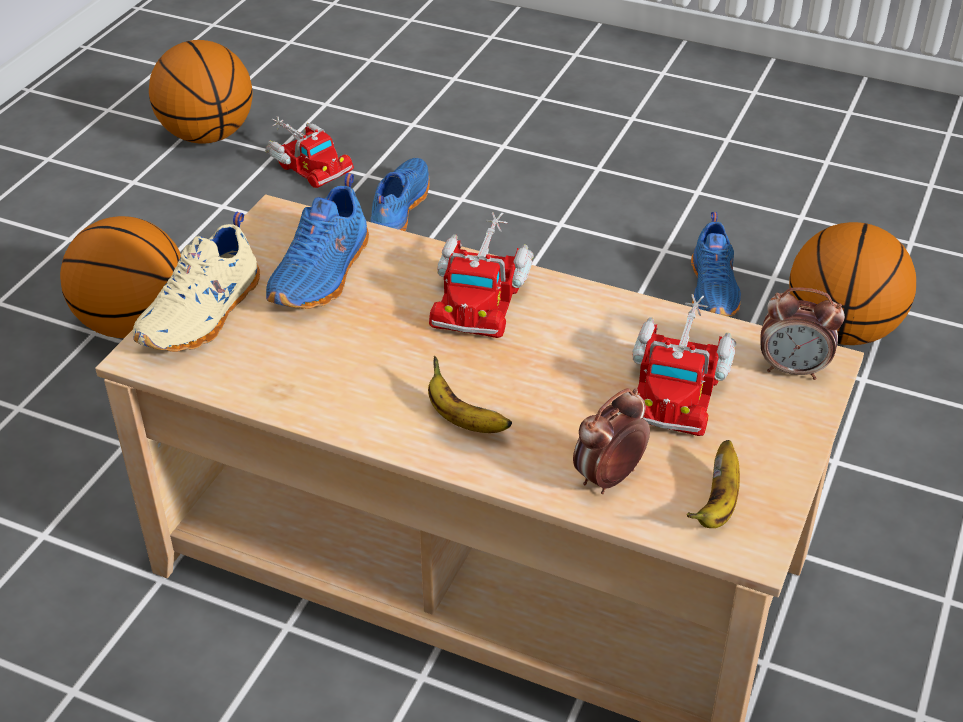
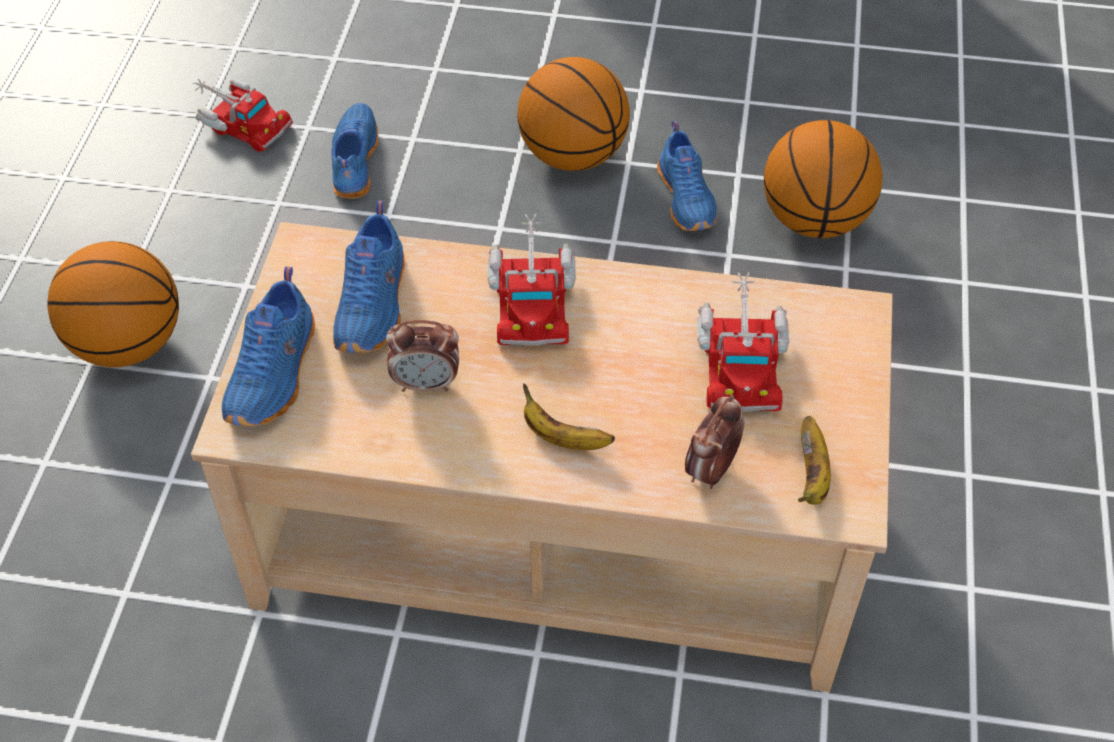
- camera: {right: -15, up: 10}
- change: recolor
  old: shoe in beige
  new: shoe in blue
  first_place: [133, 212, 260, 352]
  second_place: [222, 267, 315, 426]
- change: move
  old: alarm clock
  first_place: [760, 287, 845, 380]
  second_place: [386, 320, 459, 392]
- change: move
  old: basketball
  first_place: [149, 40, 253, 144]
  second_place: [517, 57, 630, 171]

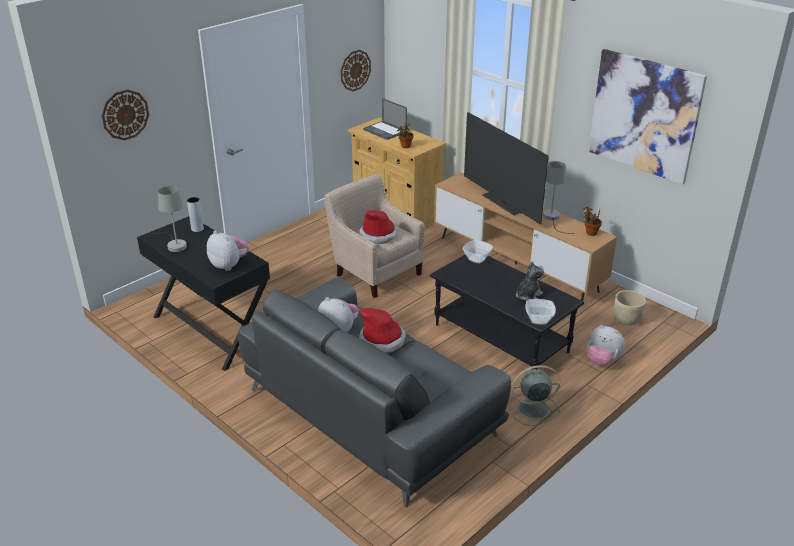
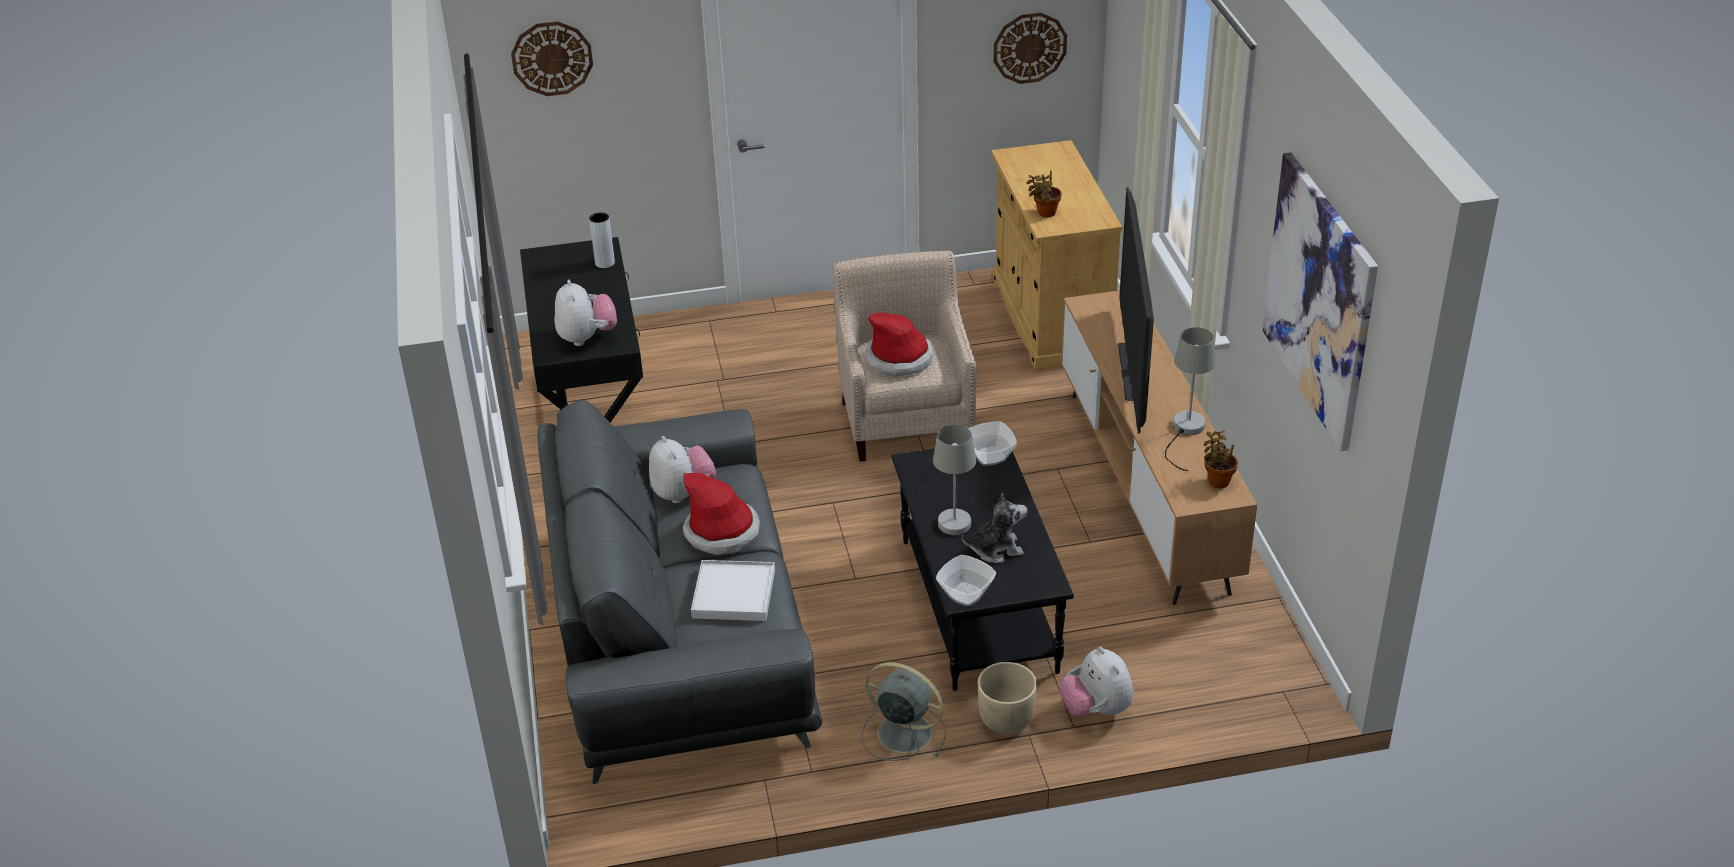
- camera: {right: 35, up: 5}
- change: insert
  new: tray in white
  second_place: [691, 560, 775, 621]
- change: move
  old: table lamp in grey
  first_place: [147, 186, 187, 252]
  second_place: [923, 425, 976, 535]
- change: move
  old: planter in beige
  first_place: [614, 290, 646, 326]
  second_place: [978, 662, 1037, 734]
- change: delete
  old: laptop
  first_place: [363, 98, 407, 140]

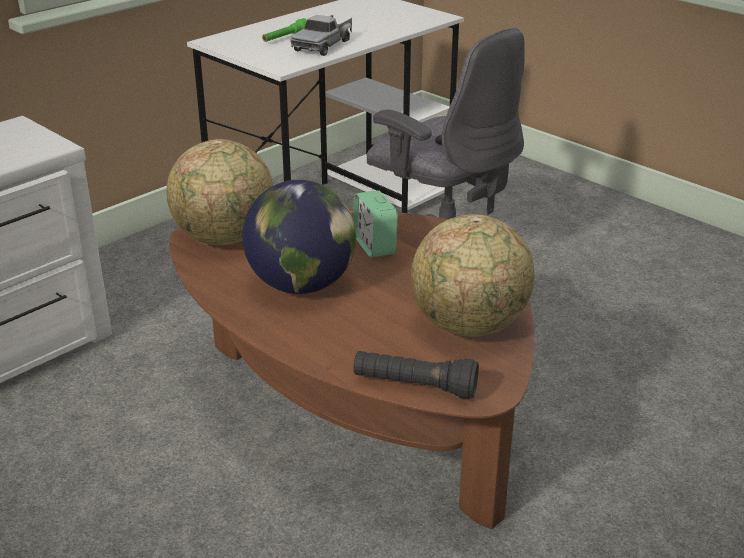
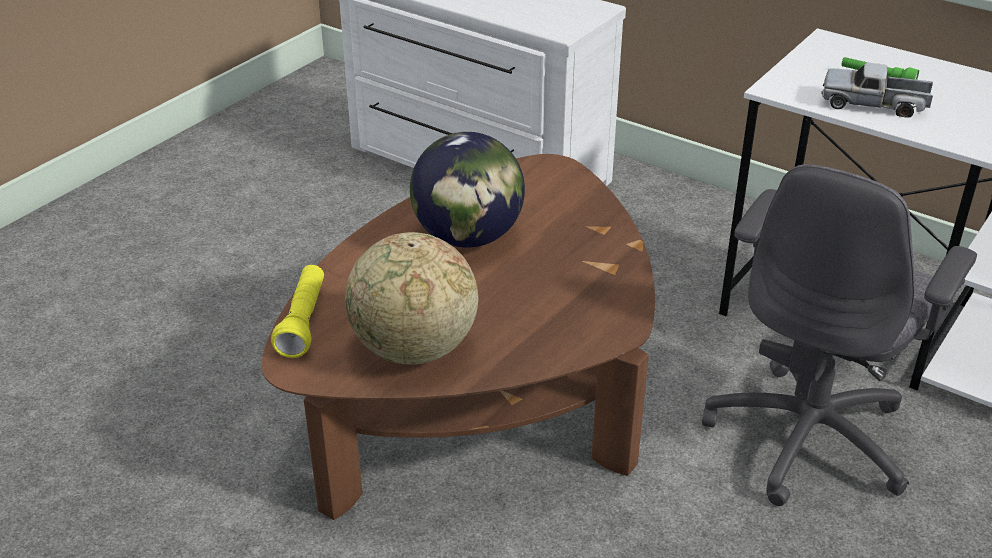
- camera: {right: 80, up: 5}
- change: recolor
  old: flashlight in black
  new: flashlight in yellow
  first_place: [353, 351, 479, 399]
  second_place: [271, 265, 324, 358]
- change: delete
  old: globe
  first_place: [167, 139, 273, 245]
- change: delete
  old: alarm clock
  first_place: [353, 191, 398, 257]

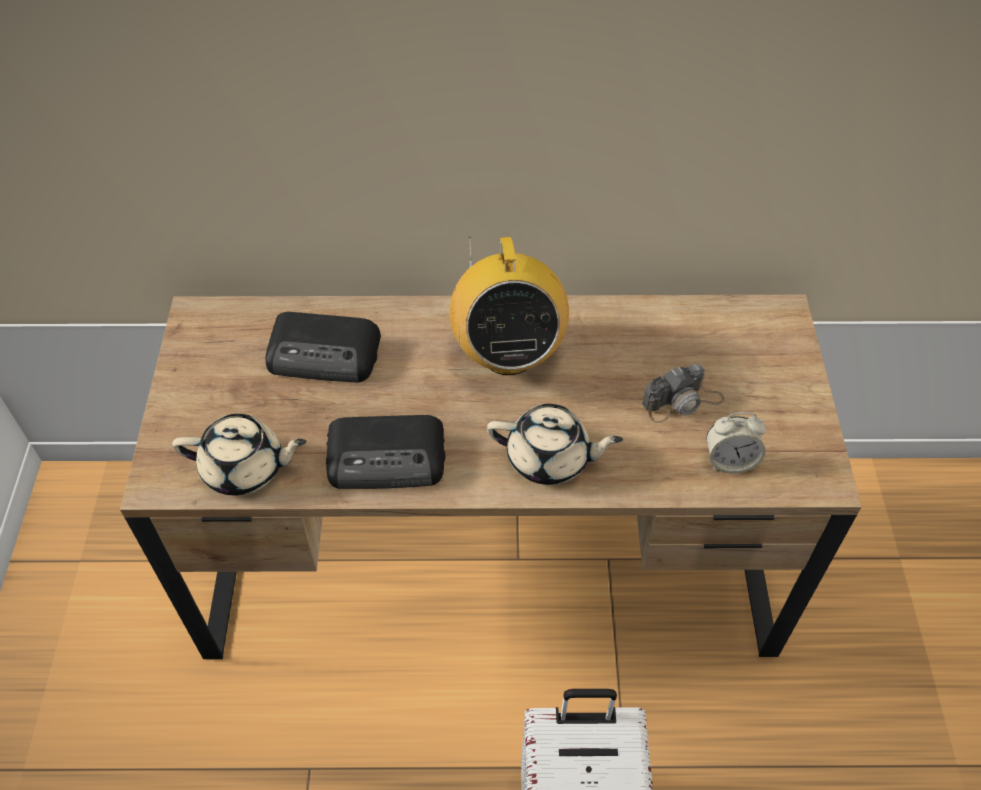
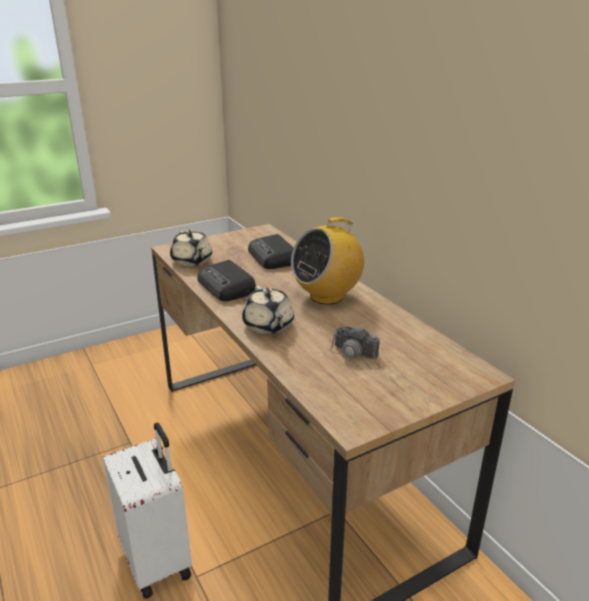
- camera: {right: 60, up: -25}
- change: delete
  old: alarm clock
  first_place: [706, 412, 766, 474]

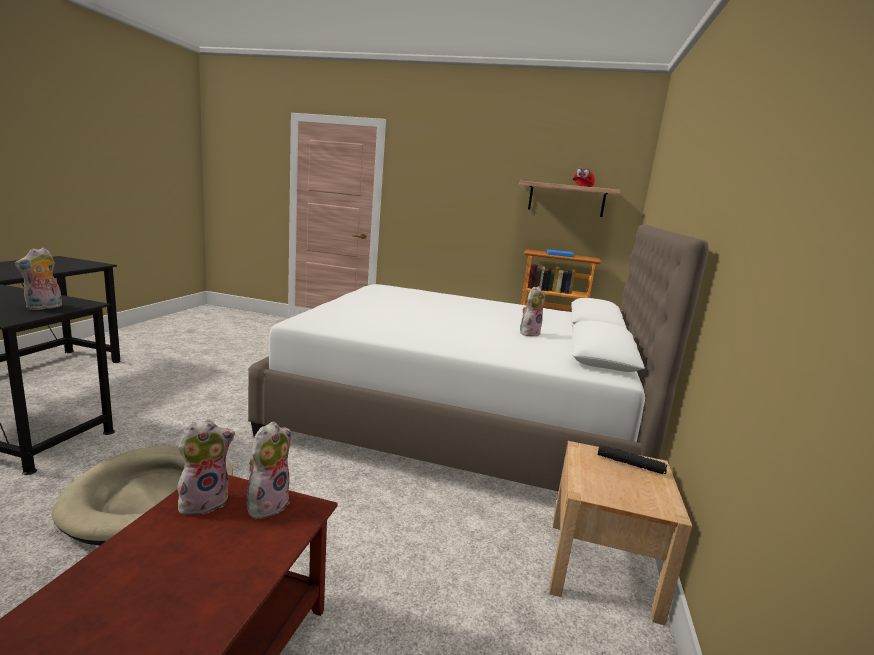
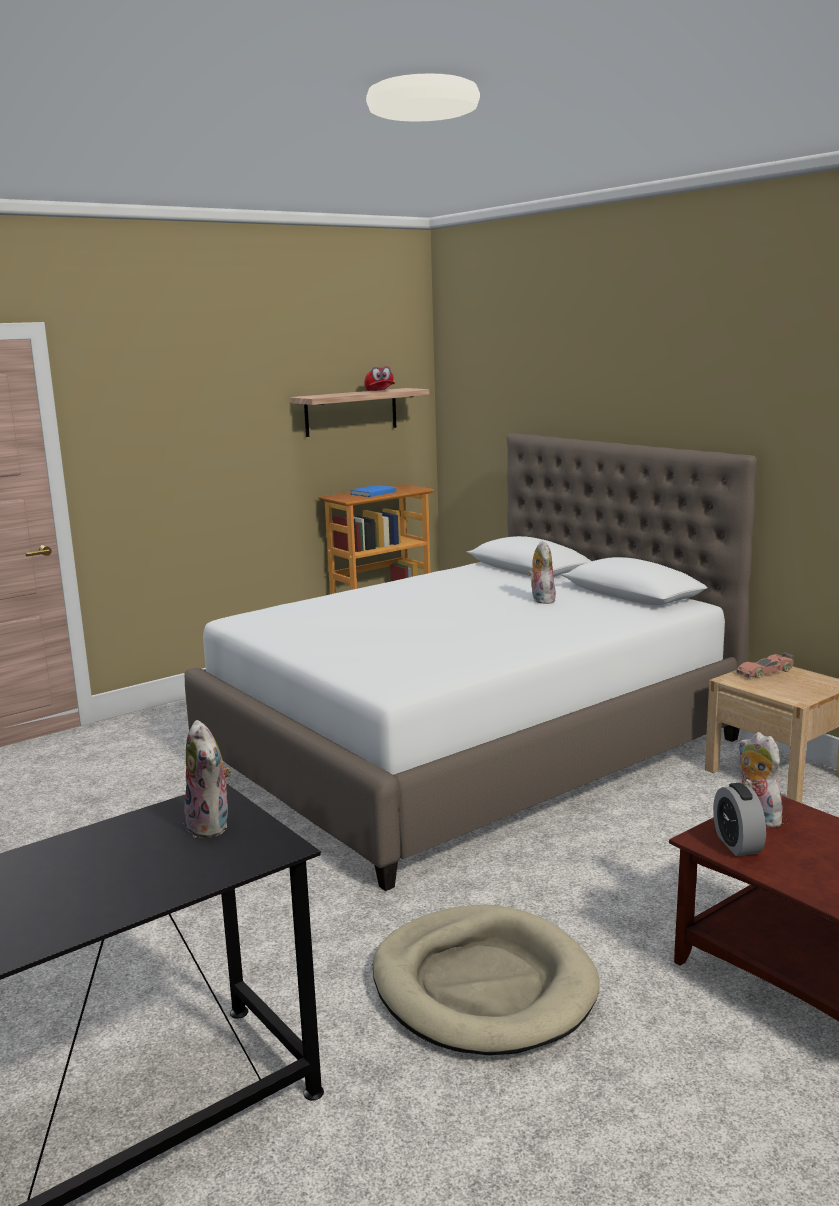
- camera: {right: -50, up: 0}
- change: replace
  old: plush toy
  new: alarm clock
  first_place: [177, 419, 235, 515]
  second_place: [713, 783, 766, 856]
- change: replace
  old: flashlight in black
  new: toy car
  first_place: [598, 444, 667, 475]
  second_place: [737, 652, 794, 678]

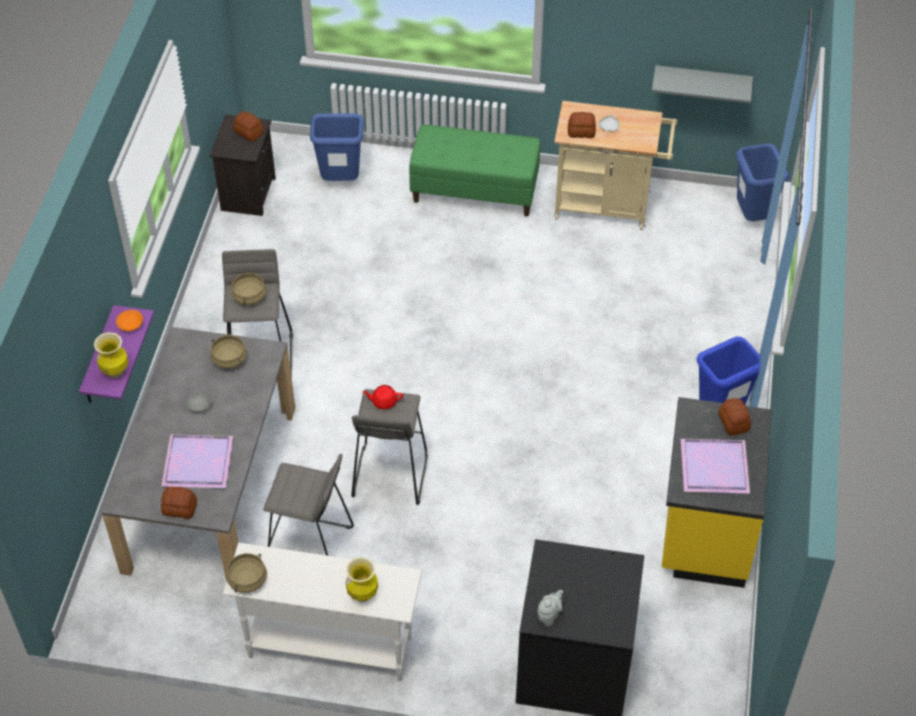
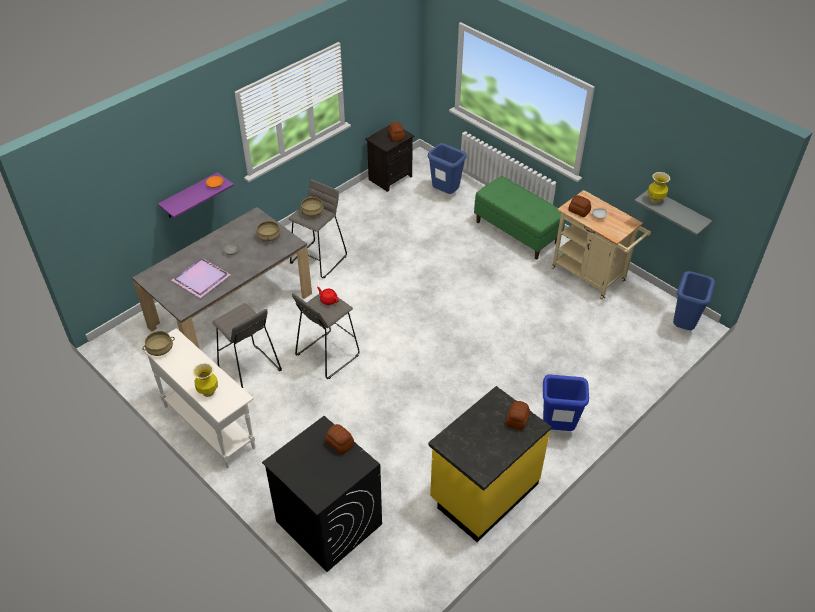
- camera: {right: 35, up: -5}
- change: move
  old: bread
  first_place: [161, 487, 197, 519]
  second_place: [325, 424, 354, 454]
- change: move
  old: vase
  first_place: [94, 332, 128, 378]
  second_place: [648, 172, 670, 204]
- change: delete
  old: teapot in grey
  first_place: [538, 590, 563, 626]
- change: delete
  old: tray in purple
  first_place: [681, 439, 750, 494]

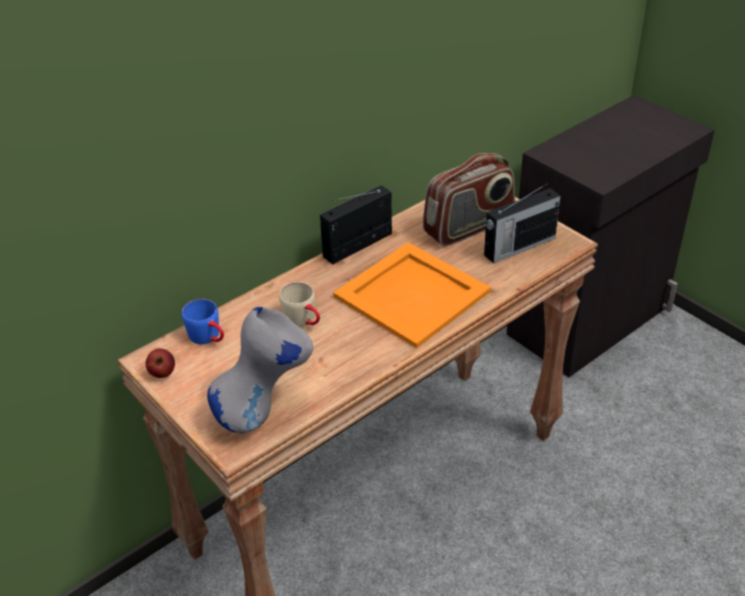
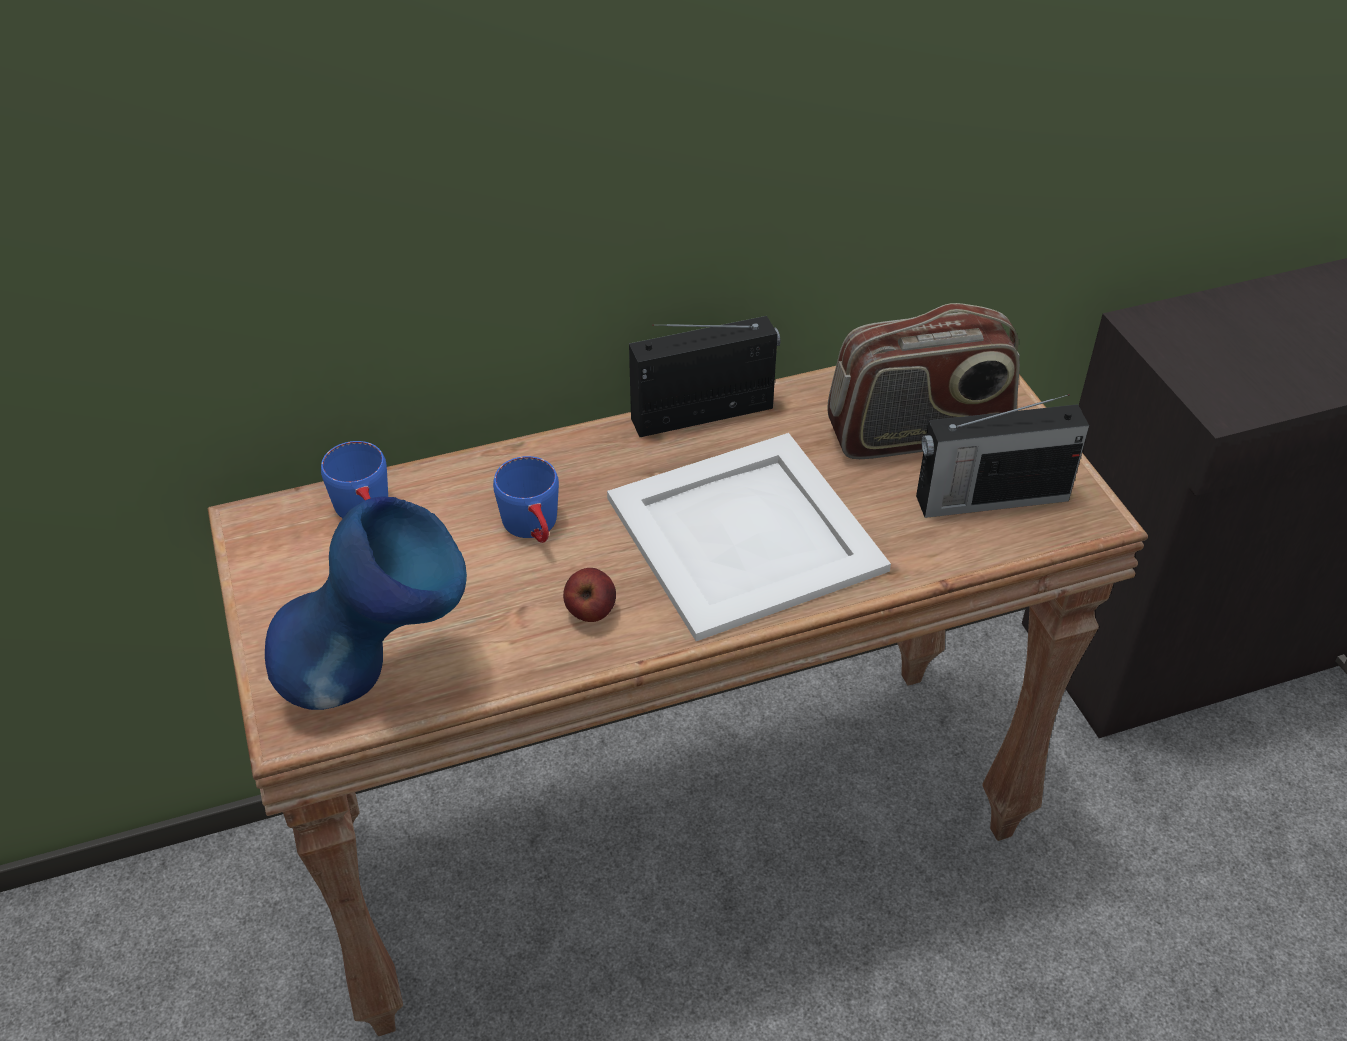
- camera: {right: 20, up: 5}
- change: recolor
  old: vase in grey
  new: vase in blue
  first_place: [207, 307, 313, 434]
  second_place: [265, 497, 467, 710]
- change: recolor
  old: mug in beige
  new: mug in blue
  first_place: [279, 282, 320, 327]
  second_place: [493, 456, 559, 543]
- change: move
  old: apple
  first_place: [146, 348, 175, 378]
  second_place: [563, 568, 616, 622]
- change: recolor
  old: tray in orange
  new: tray in white
  first_place: [333, 242, 491, 348]
  second_place: [607, 433, 891, 641]

